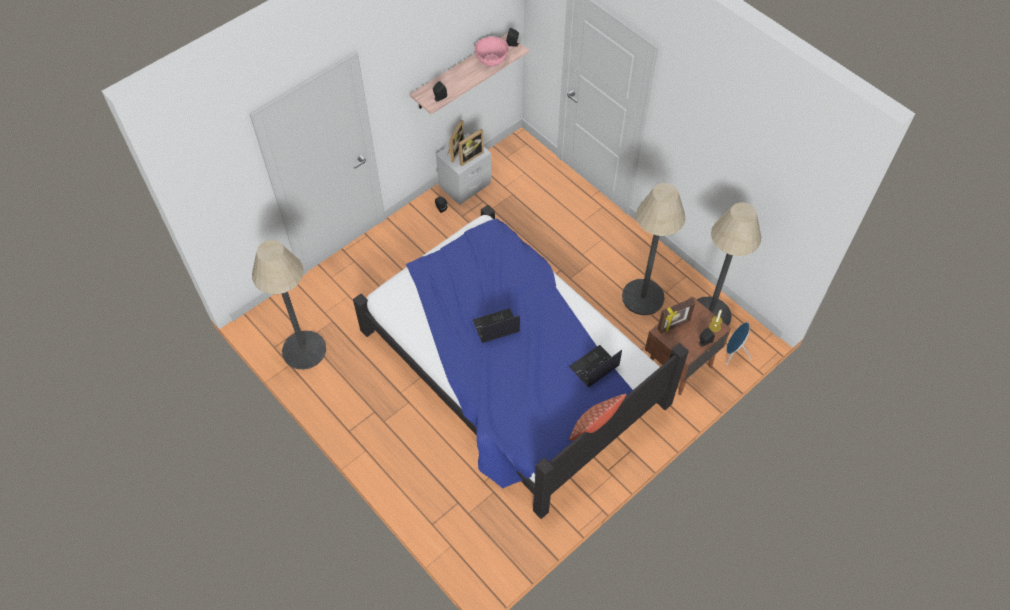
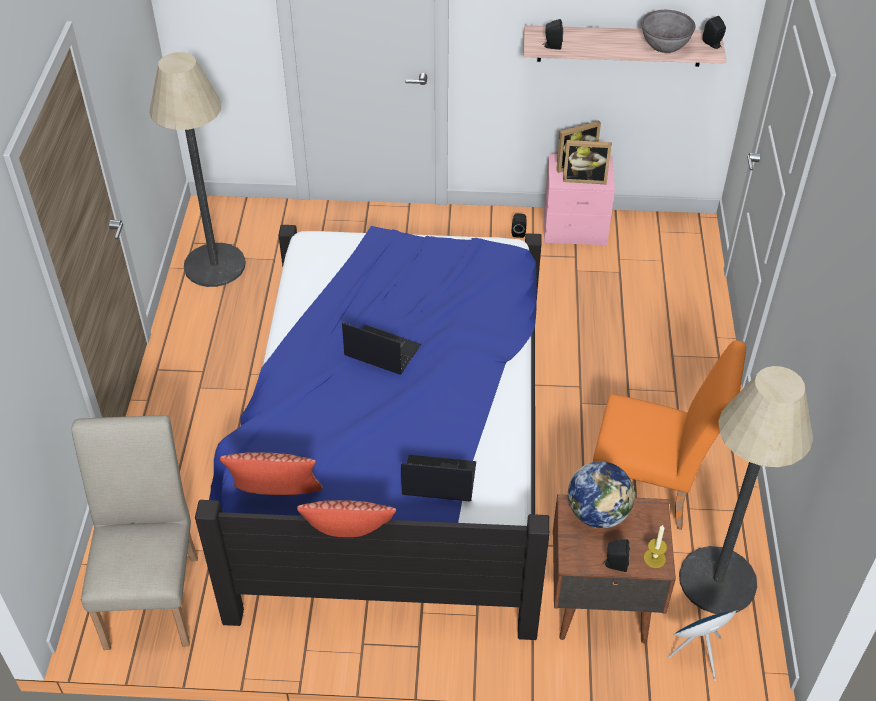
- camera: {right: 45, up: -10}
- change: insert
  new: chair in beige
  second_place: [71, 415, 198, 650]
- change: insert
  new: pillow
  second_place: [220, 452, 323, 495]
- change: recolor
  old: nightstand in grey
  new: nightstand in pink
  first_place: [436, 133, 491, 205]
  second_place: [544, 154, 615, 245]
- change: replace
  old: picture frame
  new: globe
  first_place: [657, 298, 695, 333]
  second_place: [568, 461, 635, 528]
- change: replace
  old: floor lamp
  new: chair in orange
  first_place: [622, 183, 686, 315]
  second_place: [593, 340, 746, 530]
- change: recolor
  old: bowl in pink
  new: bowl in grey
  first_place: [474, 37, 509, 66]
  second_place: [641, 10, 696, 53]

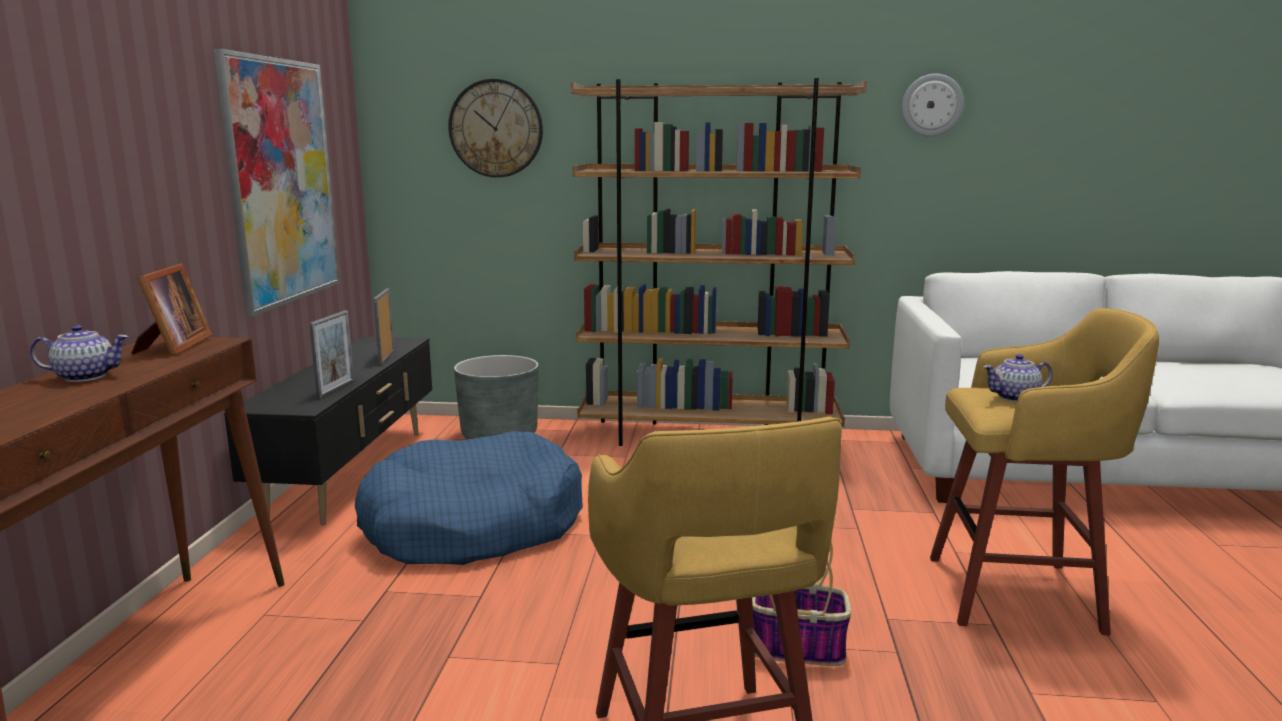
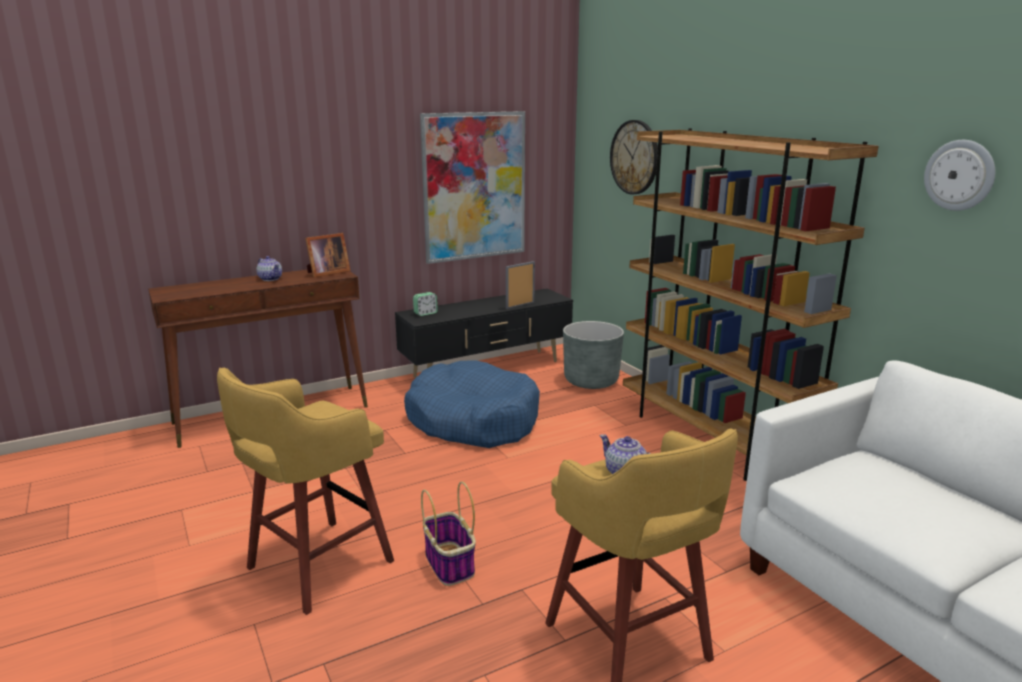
- camera: {right: 55, up: 5}
- change: insert
  new: alarm clock
  second_place: [413, 292, 438, 316]
- change: delete
  old: picture frame
  first_place: [309, 310, 354, 399]

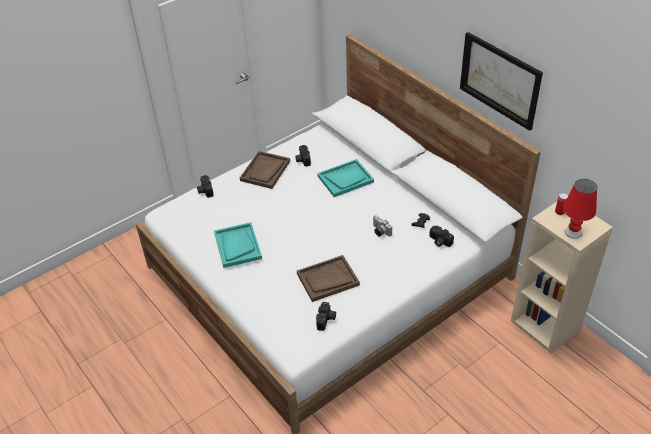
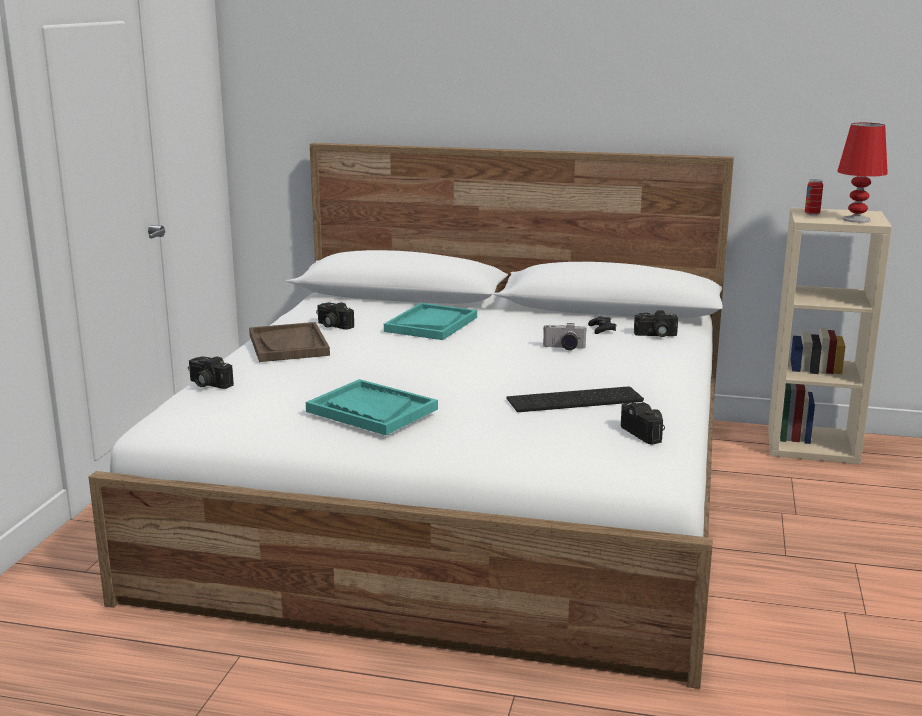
- camera: {right: -40, up: -25}
- change: replace
  old: tray in brown
  new: keyboard
  first_place: [297, 255, 360, 302]
  second_place: [507, 386, 644, 412]
- change: delete
  old: picture
  first_place: [460, 32, 543, 131]

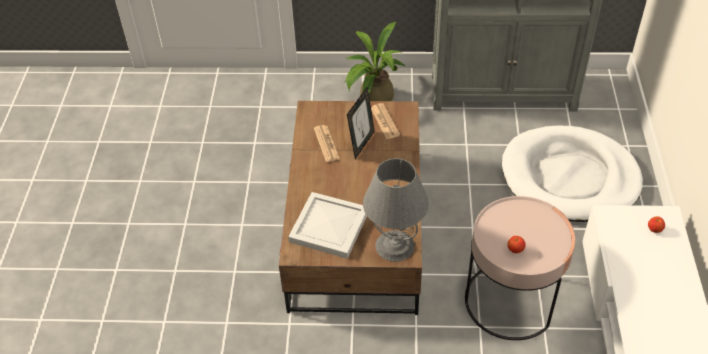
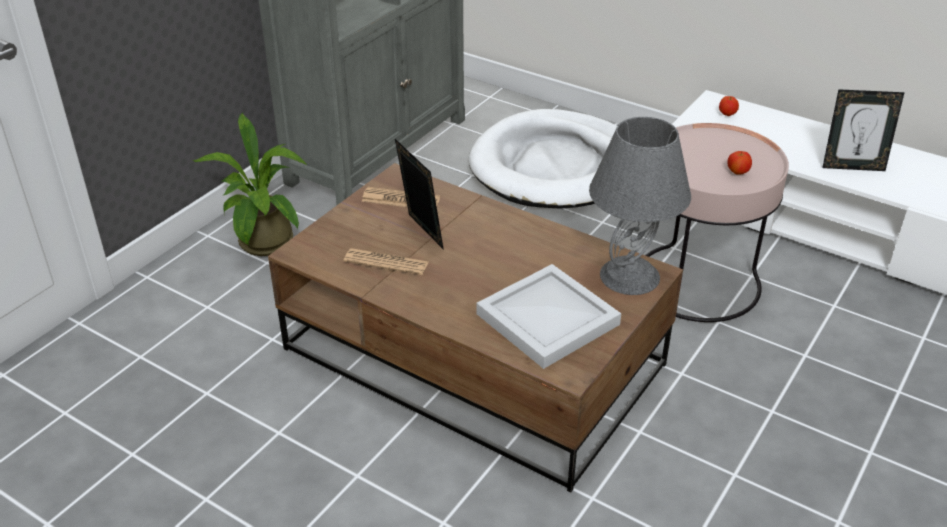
- camera: {right: -60, up: -10}
- change: insert
  new: picture frame
  second_place: [822, 89, 905, 171]

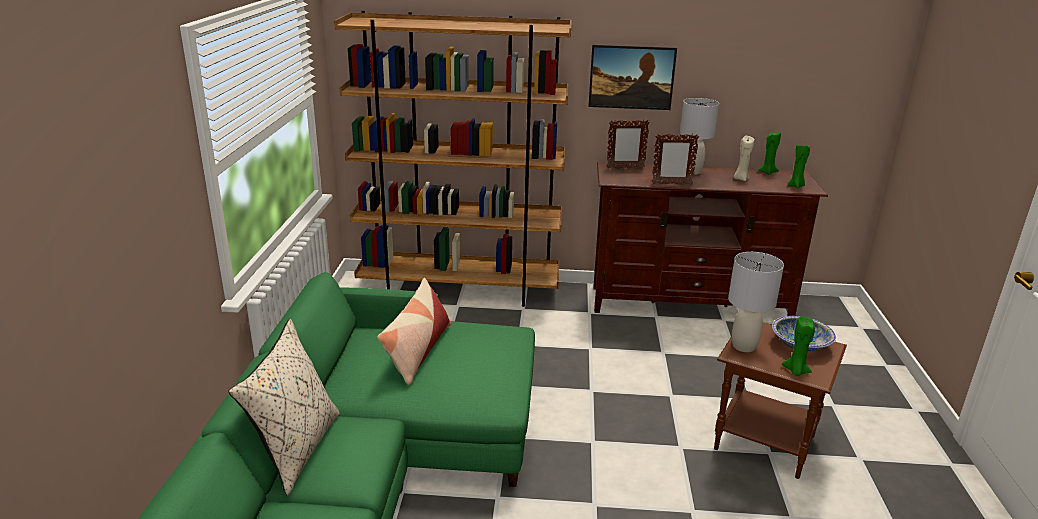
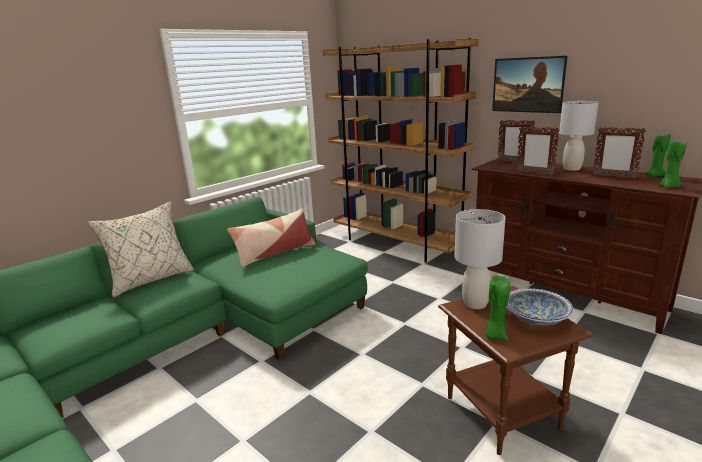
- camera: {right: 40, up: -5}
- change: replace
  old: candle in beige
  new: picture frame
  first_place: [734, 136, 755, 181]
  second_place: [593, 127, 646, 179]

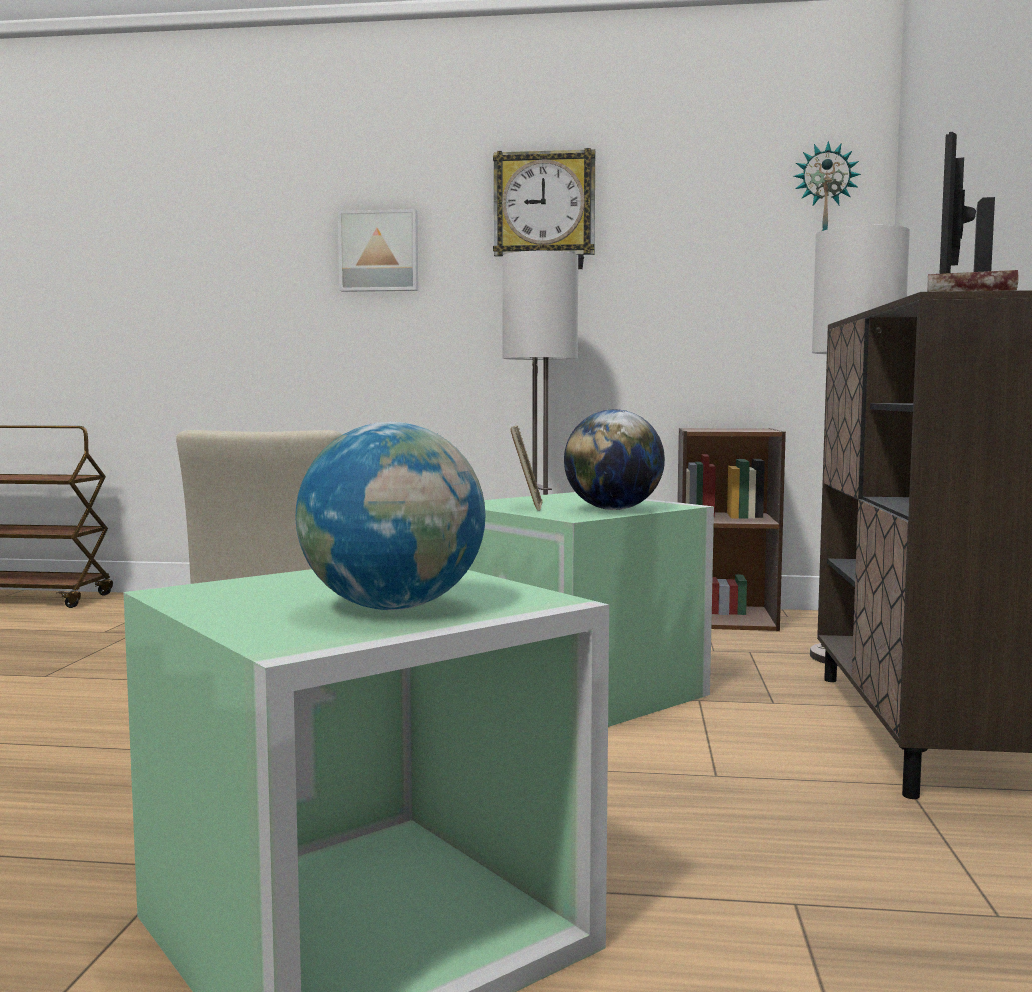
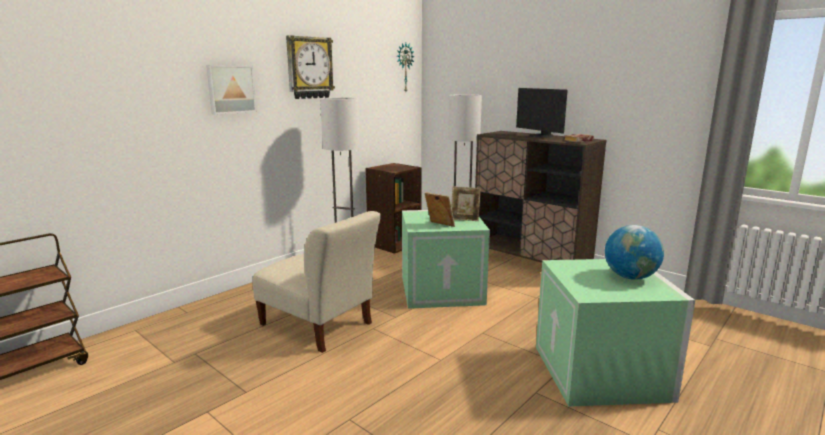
- camera: {right: -55, up: 10}
- change: replace
  old: globe
  new: picture frame
  first_place: [564, 409, 665, 510]
  second_place: [451, 186, 481, 221]

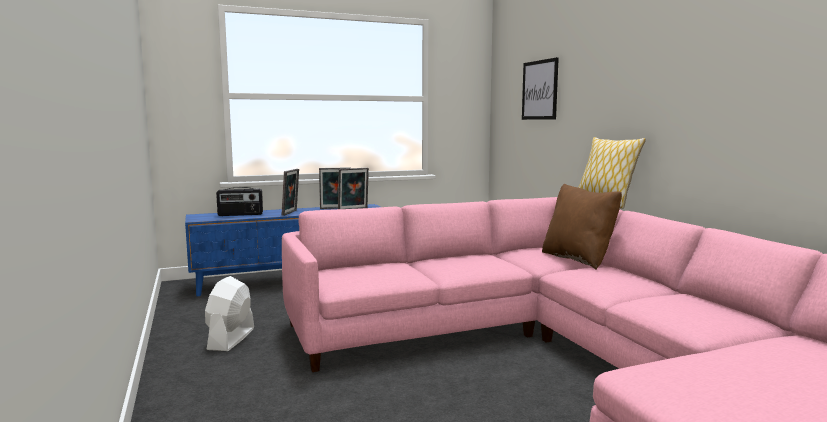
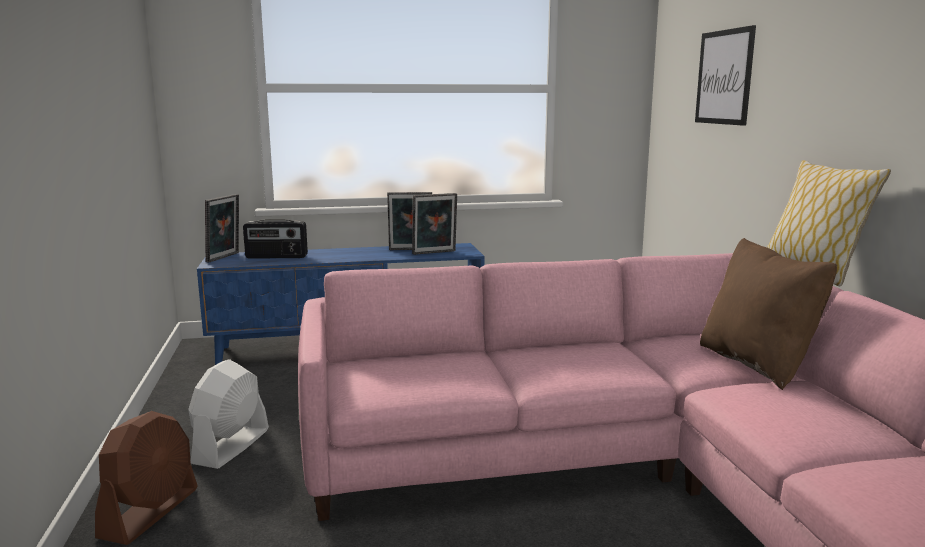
- camera: {right: 10, up: 5}
- change: insert
  new: fan in brown
  second_place: [95, 411, 198, 545]
- change: move
  old: picture frame
  first_place: [282, 169, 299, 216]
  second_place: [205, 194, 239, 262]

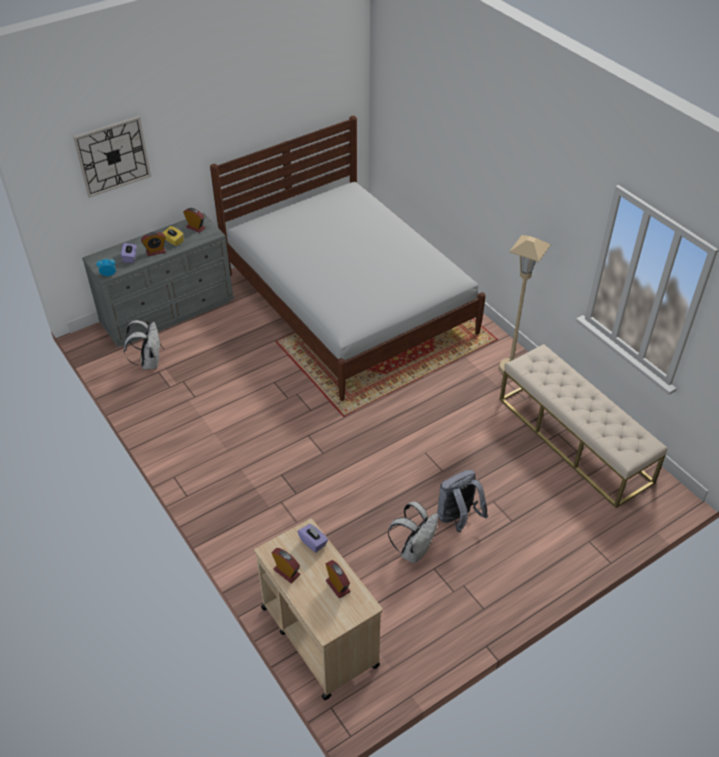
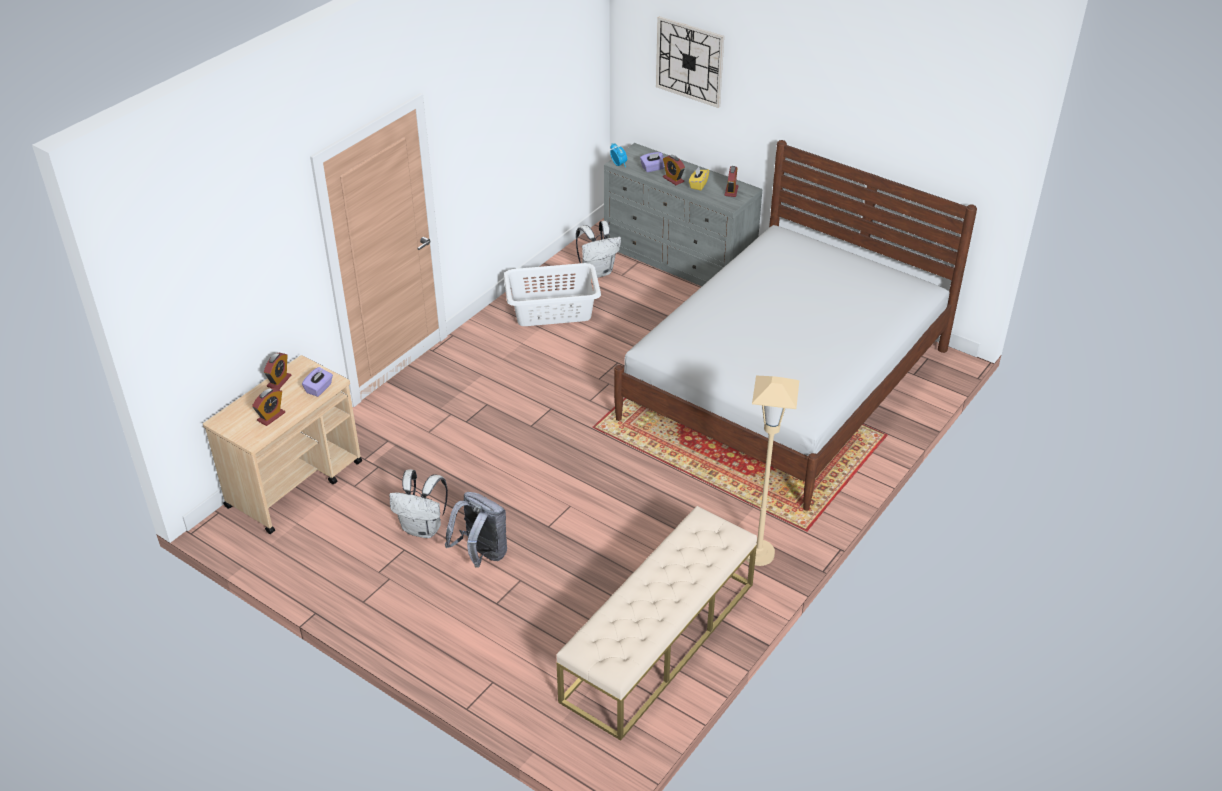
- camera: {right: 70, up: -5}
- change: insert
  new: laundry basket in white
  second_place: [504, 263, 601, 326]

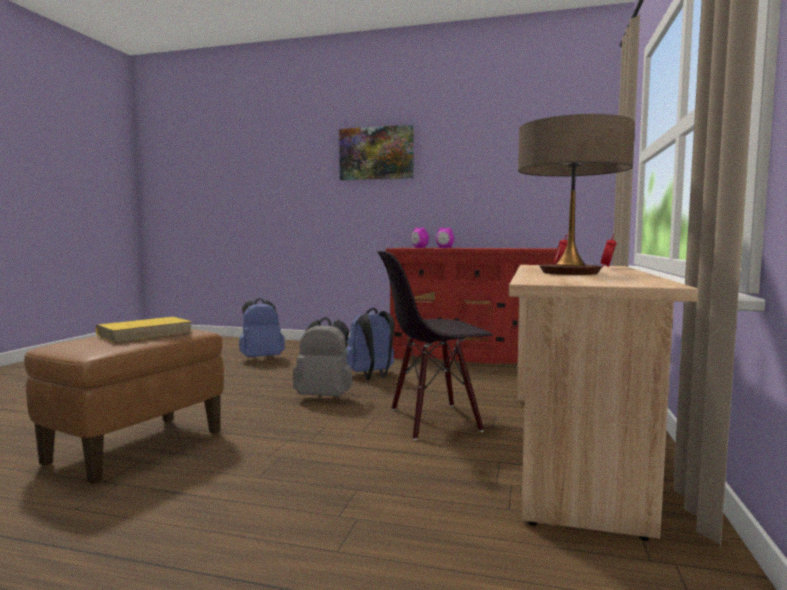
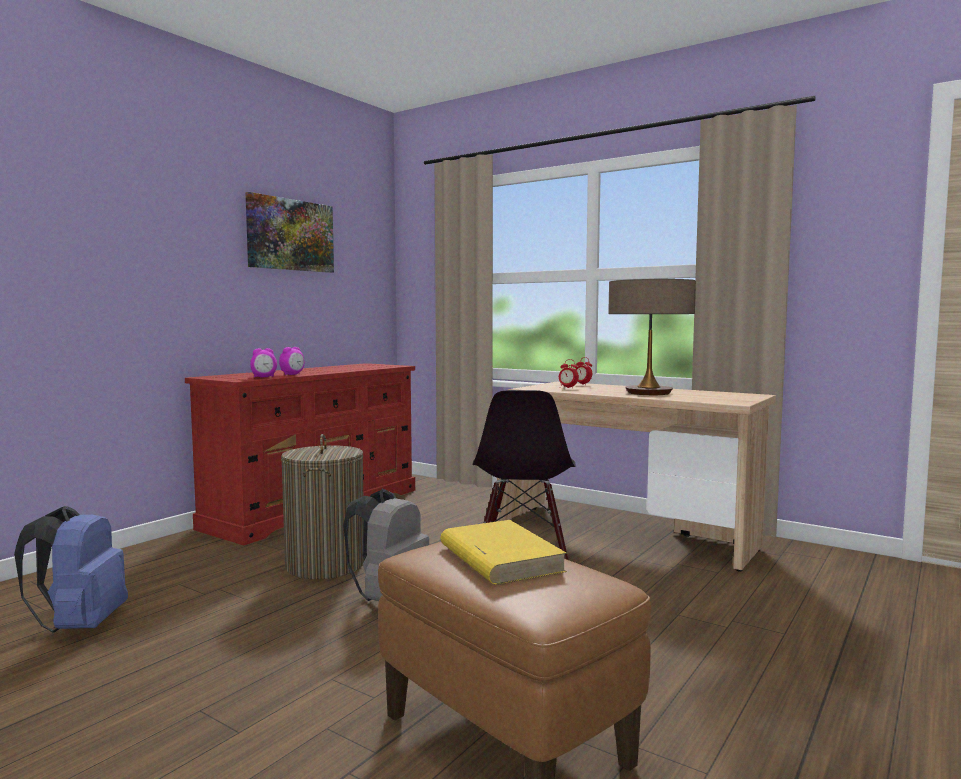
- camera: {right: -70, up: 0}
- change: move
  old: picture
  first_place: [339, 125, 414, 180]
  second_place: [245, 192, 334, 273]
- change: replace
  old: backpack in blue
  new: laundry basket
  first_place: [346, 308, 395, 379]
  second_place: [281, 434, 364, 579]

